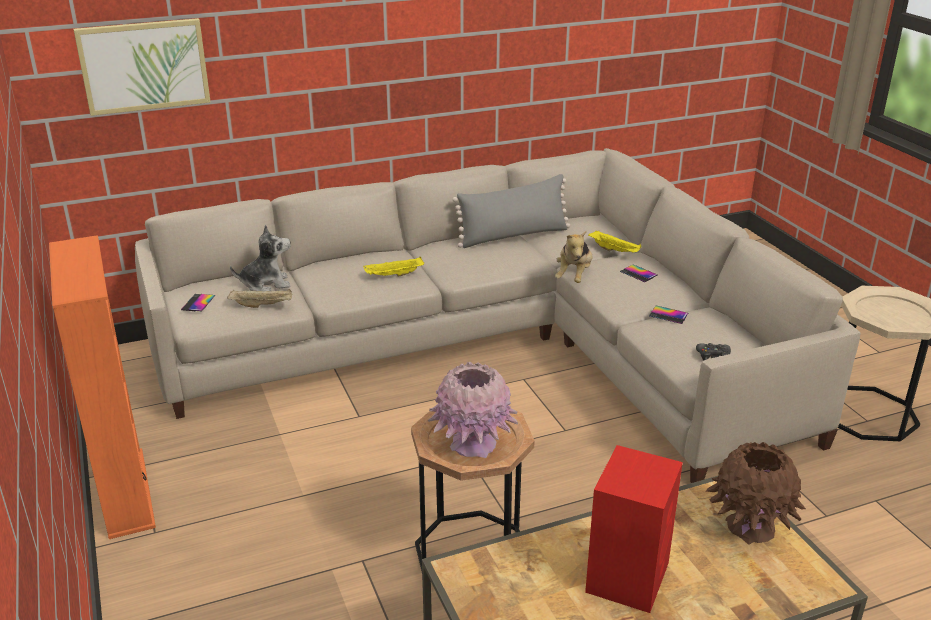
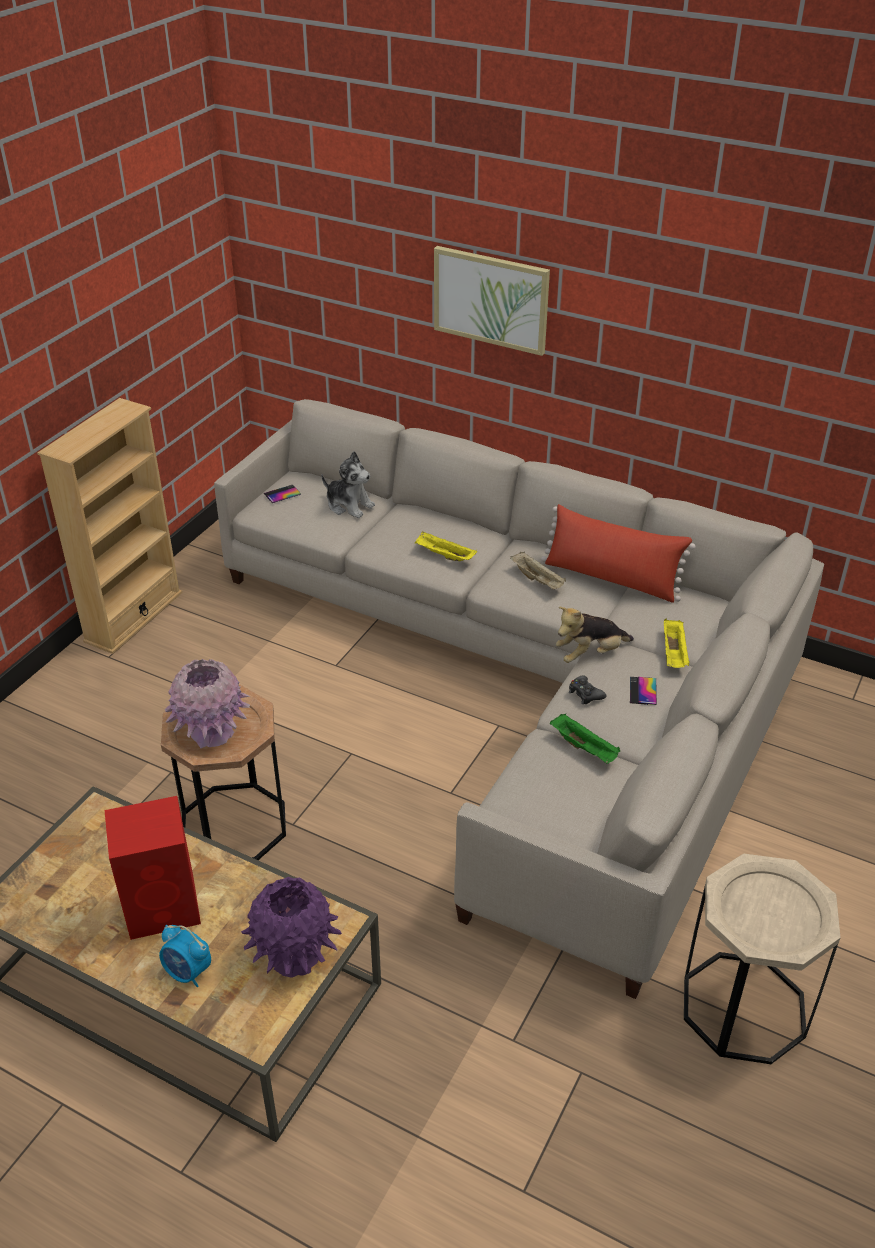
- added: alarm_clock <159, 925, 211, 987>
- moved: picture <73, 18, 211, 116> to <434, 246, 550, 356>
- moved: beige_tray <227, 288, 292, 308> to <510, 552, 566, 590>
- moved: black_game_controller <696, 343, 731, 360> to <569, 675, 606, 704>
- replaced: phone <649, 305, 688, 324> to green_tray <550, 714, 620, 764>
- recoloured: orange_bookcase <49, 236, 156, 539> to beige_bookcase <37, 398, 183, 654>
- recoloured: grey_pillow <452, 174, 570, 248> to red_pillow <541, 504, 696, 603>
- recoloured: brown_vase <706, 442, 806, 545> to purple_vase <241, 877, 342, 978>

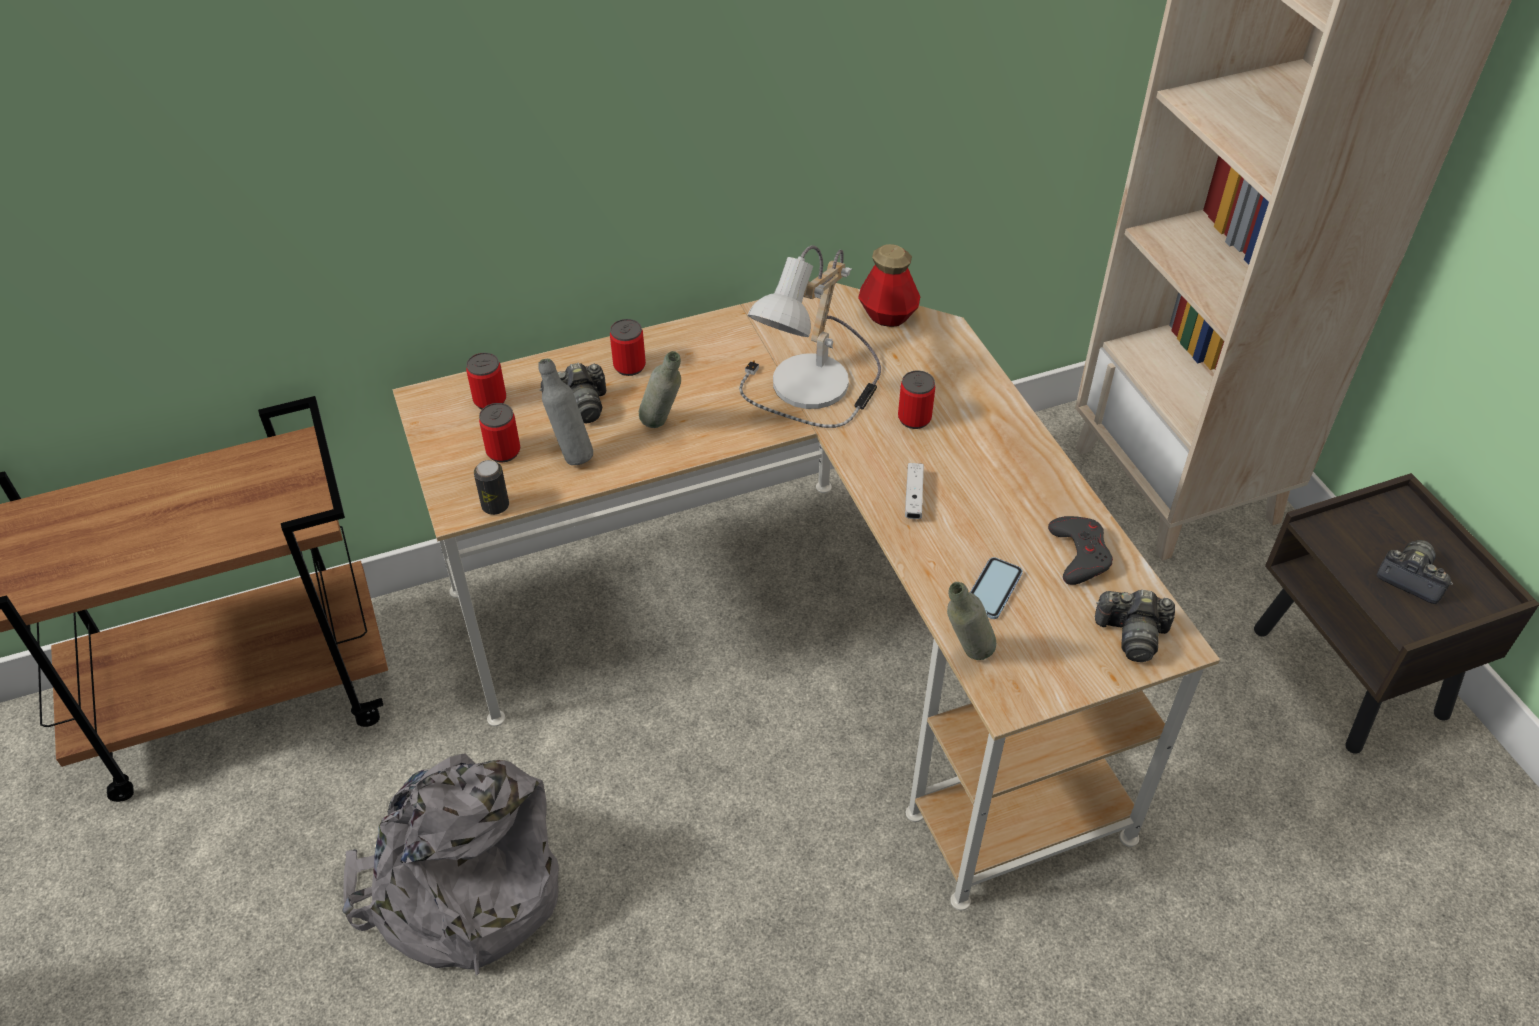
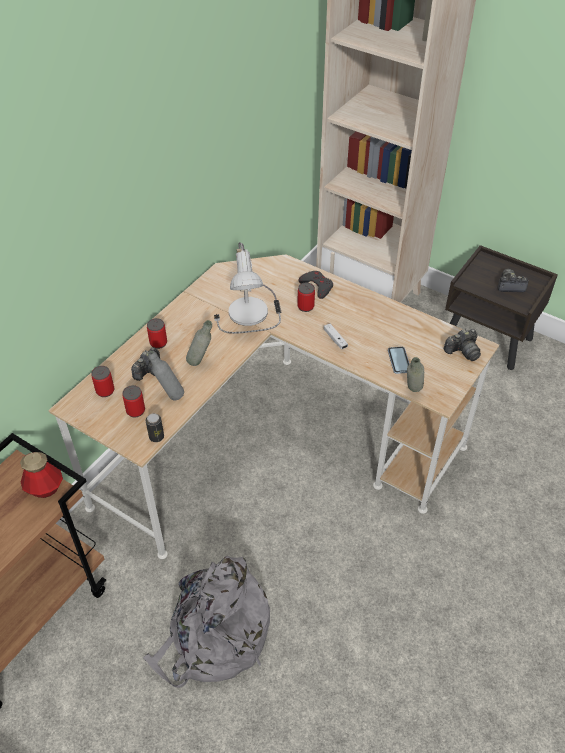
- moved: bottle <858, 244, 920, 327> to <20, 452, 63, 498>
- moved: grey_game_controller <1048, 516, 1113, 585> to <298, 271, 333, 299>

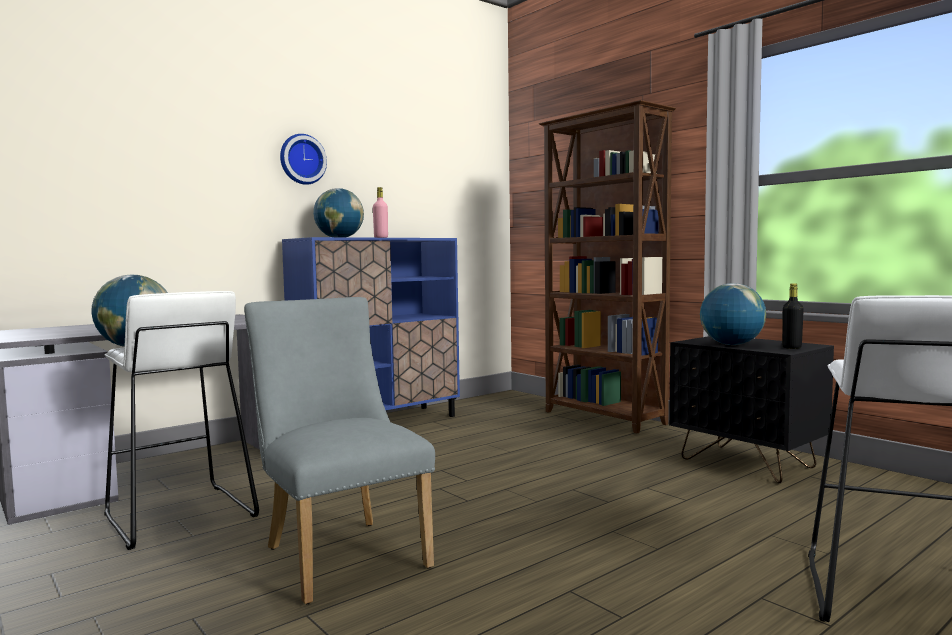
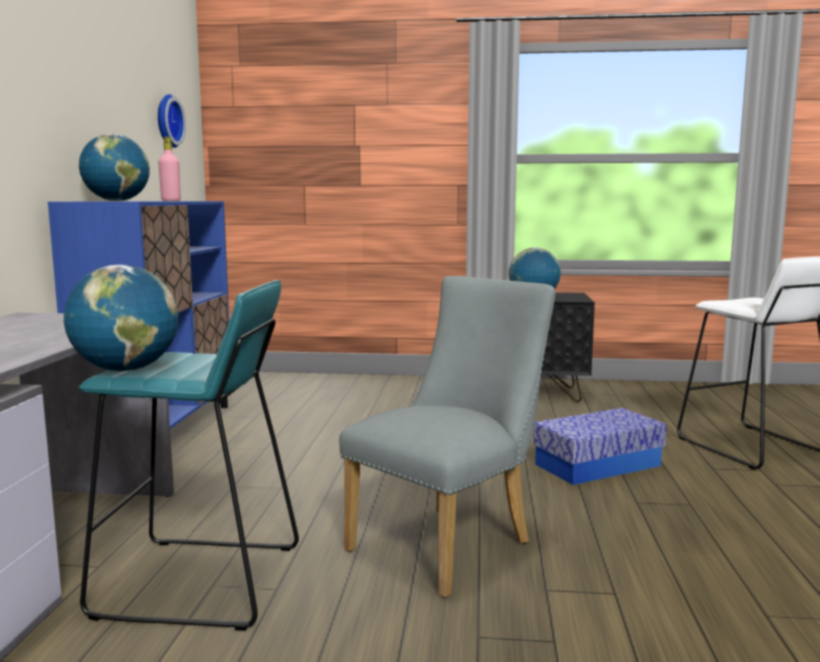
- removed: brown_bookcase <539, 100, 676, 434>
- removed: black_bottle <782, 283, 804, 349>
- added: storage_box <533, 408, 667, 485>
- moved: wall_clock <280, 134, 327, 185> to <158, 94, 186, 148>
- recoloured: white_stool <104, 291, 259, 550> to turquoise_stool <78, 280, 299, 631>
- turned: grey_chair <244, 297, 435, 604> = <339, 276, 555, 598> 120 degrees clockwise

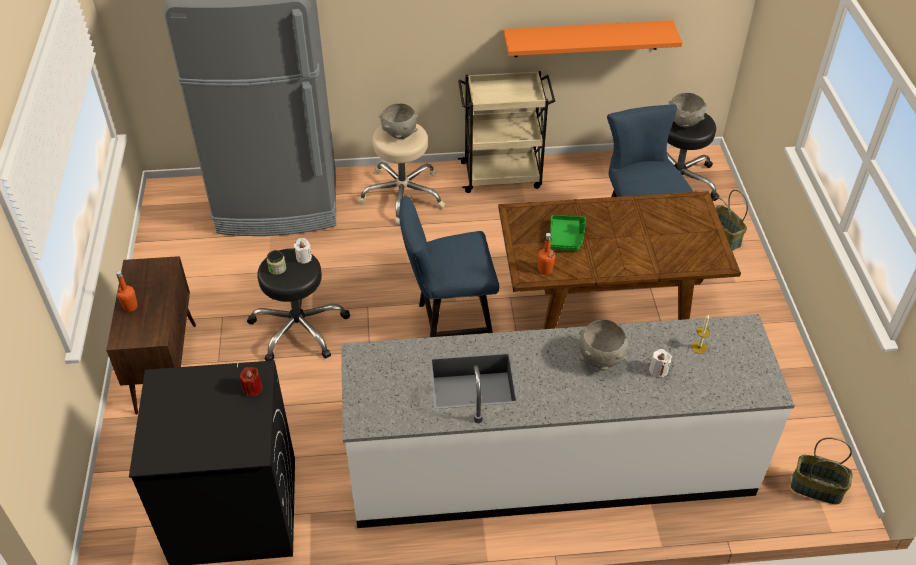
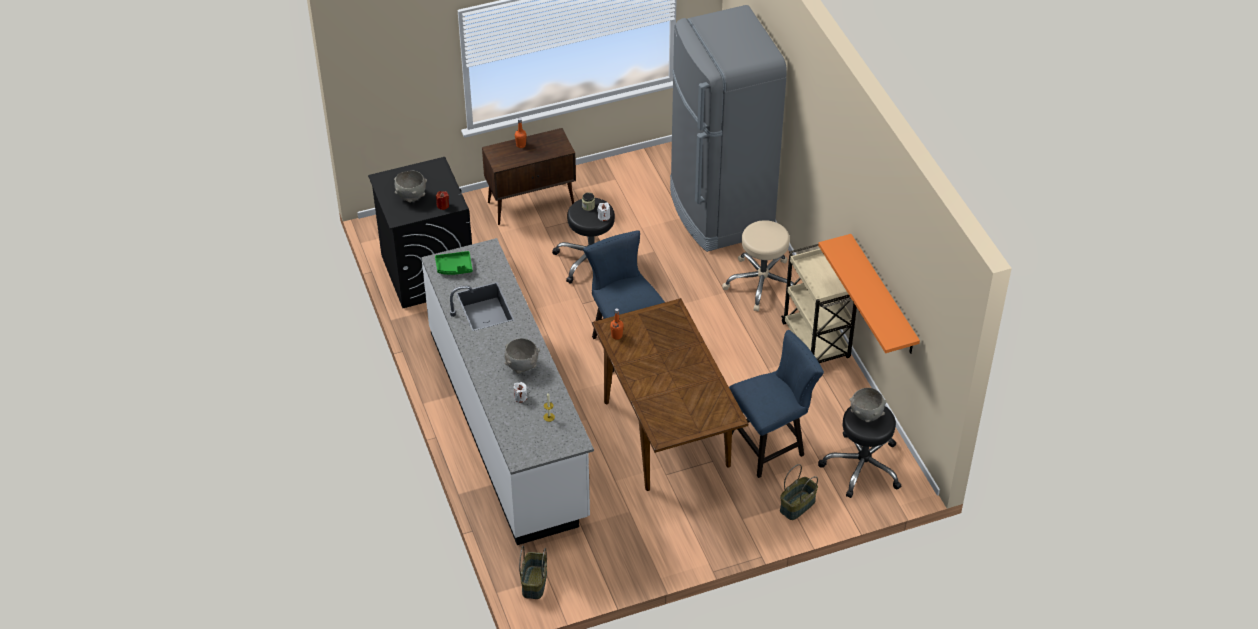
- moved: grey_bowl <379, 103, 418, 139> to <394, 170, 427, 203>
- moved: green_tray <550, 215, 586, 251> to <435, 251, 473, 275>

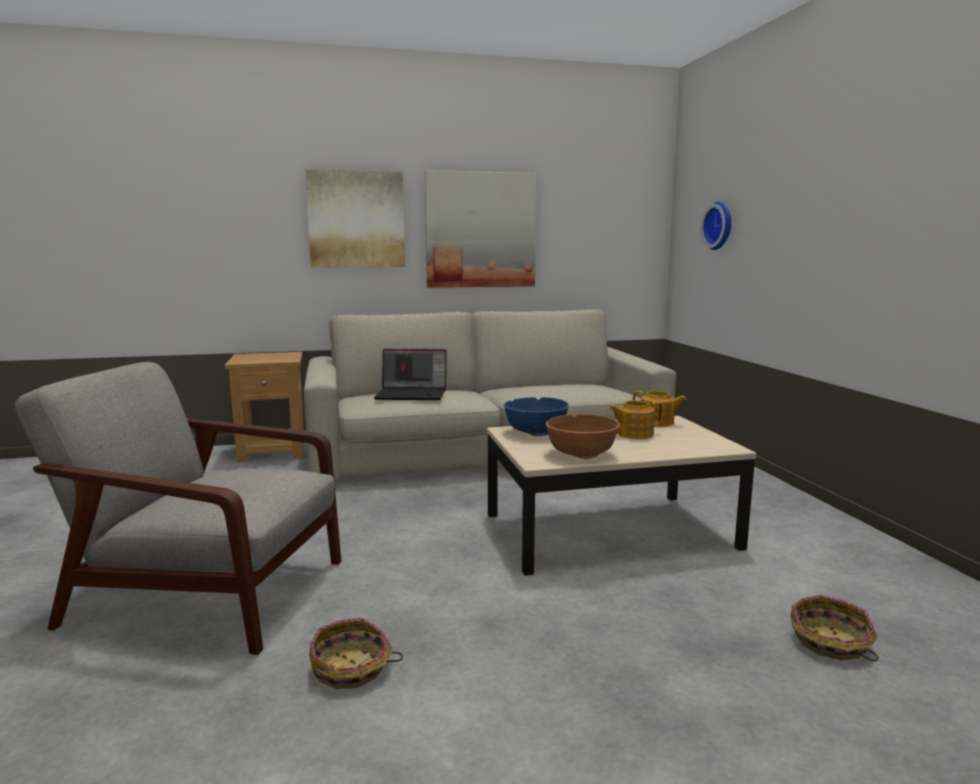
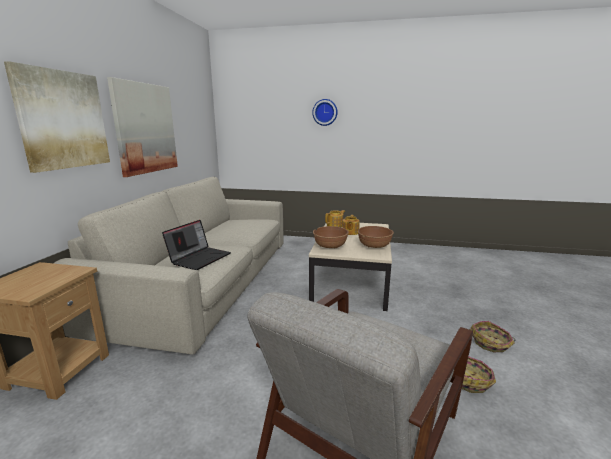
- moved: wall_clock <701, 201, 731, 250> to <312, 99, 338, 126>
- moved: basket <791, 595, 879, 661> to <470, 321, 516, 352>
- recoloured: blue_bowl <504, 397, 569, 436> to brown_bowl <313, 226, 349, 248>

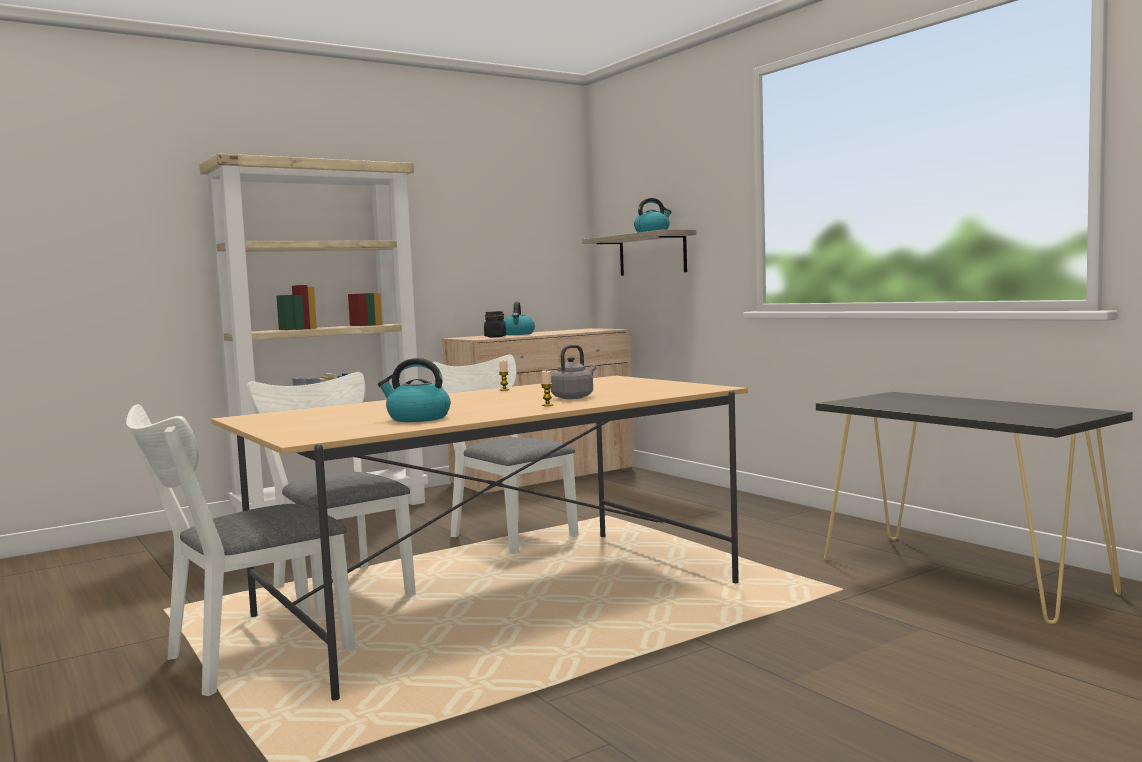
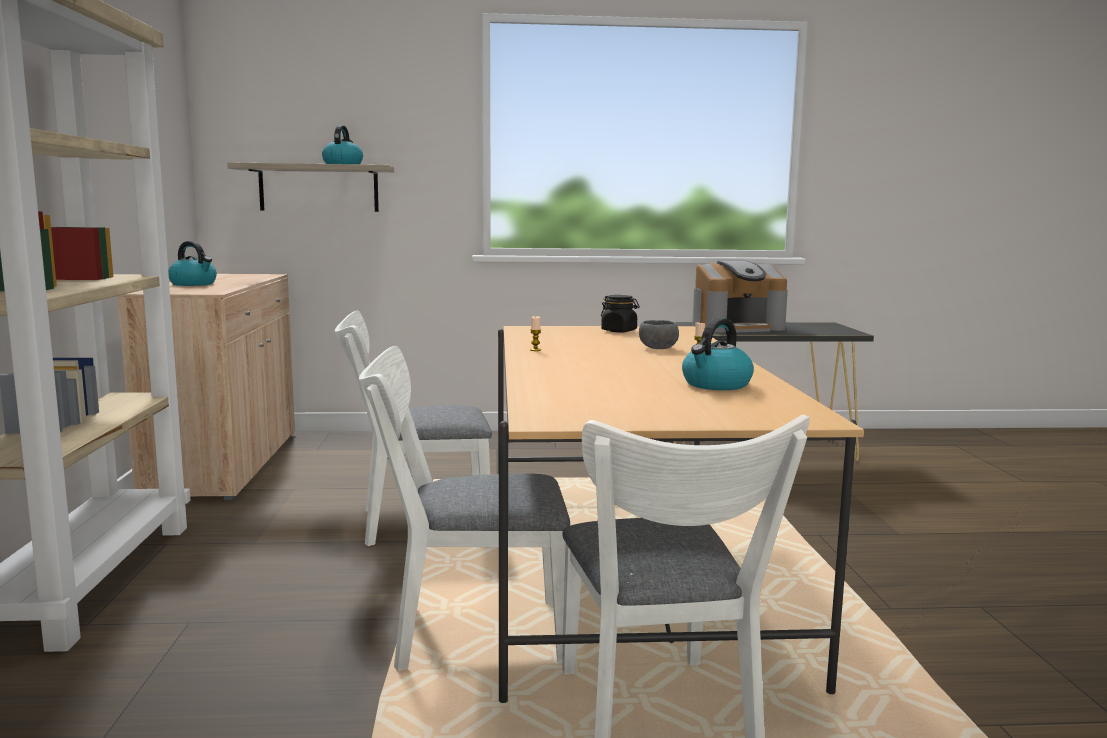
- added: coffee_machine <692, 260, 788, 333>
- moved: black_jar <484, 311, 506, 338> to <601, 295, 640, 332>
- replaced: grey_kettle <551, 345, 596, 399> to grey_bowl <639, 320, 679, 349>

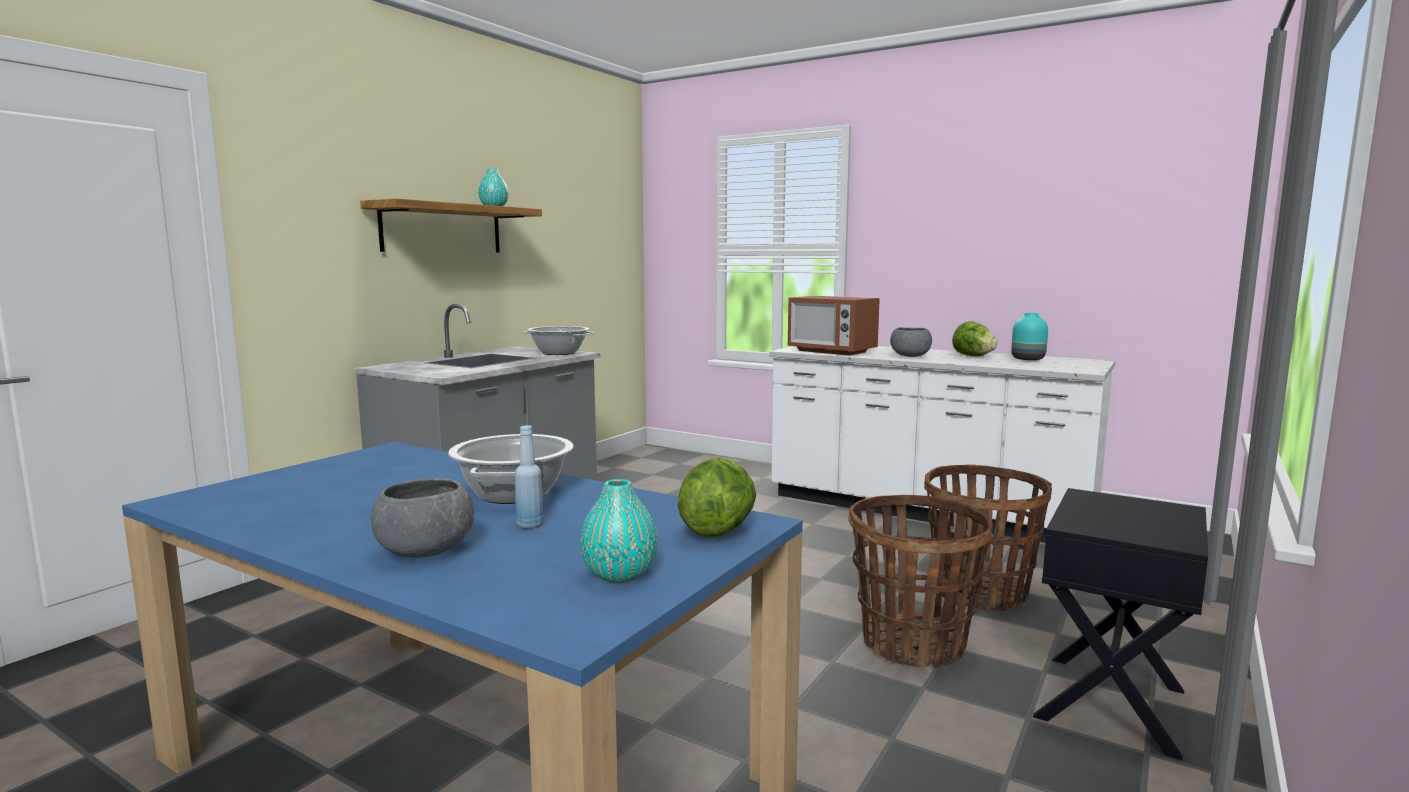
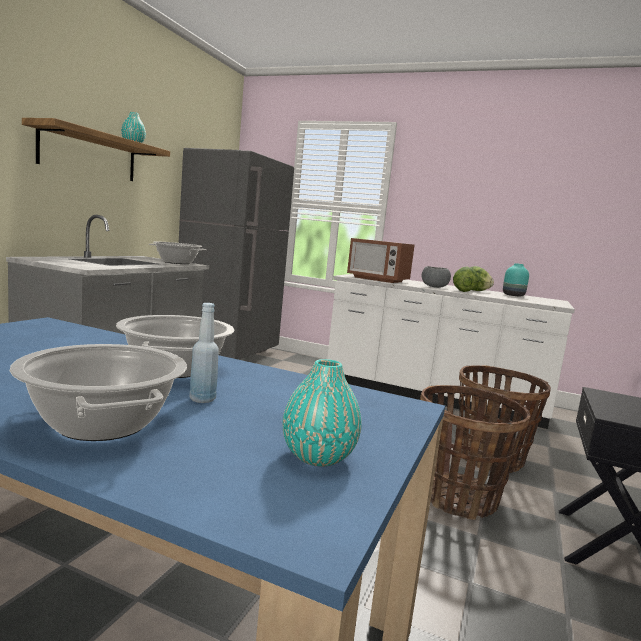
- added: grey_fridge <179, 148, 294, 360>
- moved: lettuce <677, 457, 756, 538> to <453, 266, 478, 292>
- replaced: grey_bowl <371, 478, 474, 558> to cooking_pot <10, 344, 187, 441>

